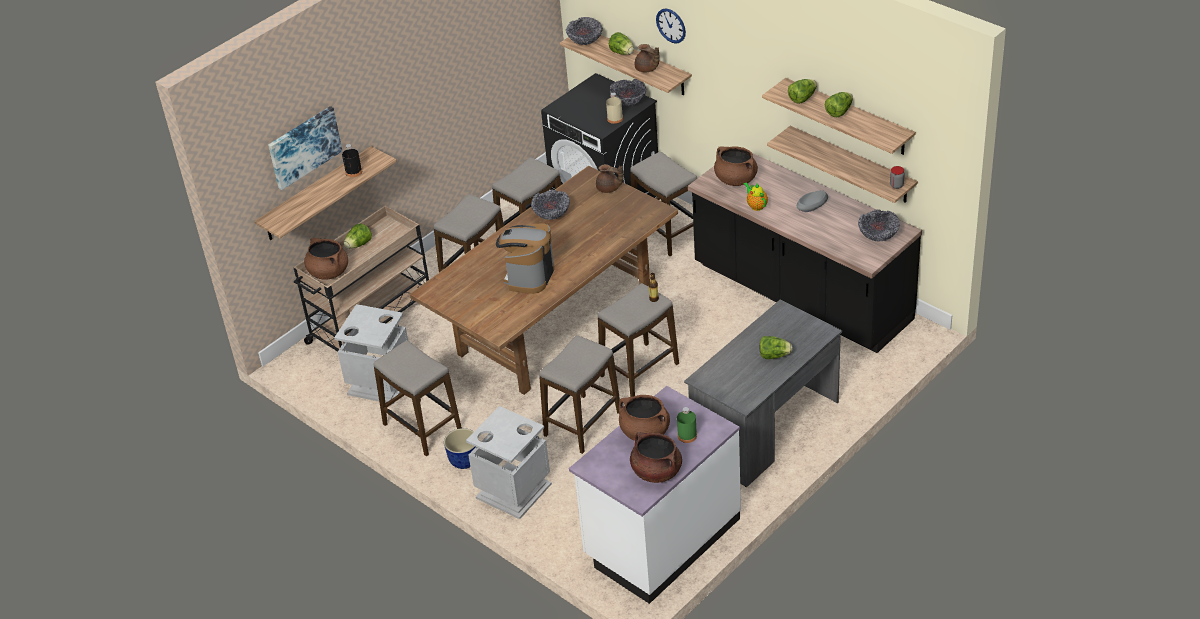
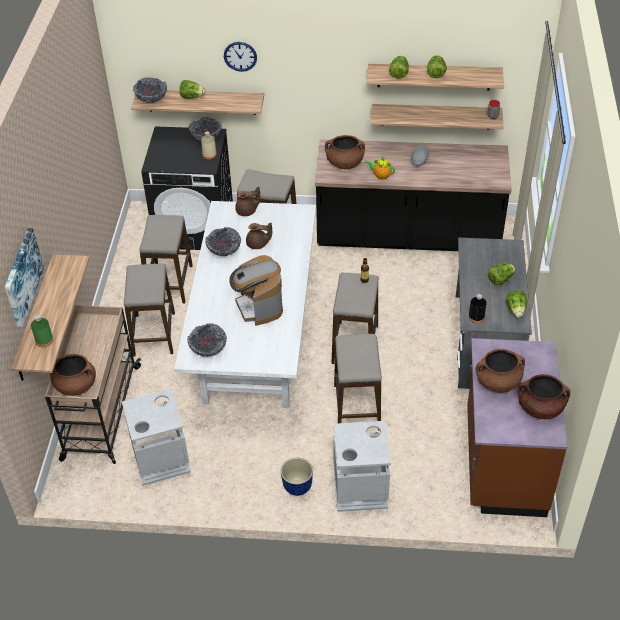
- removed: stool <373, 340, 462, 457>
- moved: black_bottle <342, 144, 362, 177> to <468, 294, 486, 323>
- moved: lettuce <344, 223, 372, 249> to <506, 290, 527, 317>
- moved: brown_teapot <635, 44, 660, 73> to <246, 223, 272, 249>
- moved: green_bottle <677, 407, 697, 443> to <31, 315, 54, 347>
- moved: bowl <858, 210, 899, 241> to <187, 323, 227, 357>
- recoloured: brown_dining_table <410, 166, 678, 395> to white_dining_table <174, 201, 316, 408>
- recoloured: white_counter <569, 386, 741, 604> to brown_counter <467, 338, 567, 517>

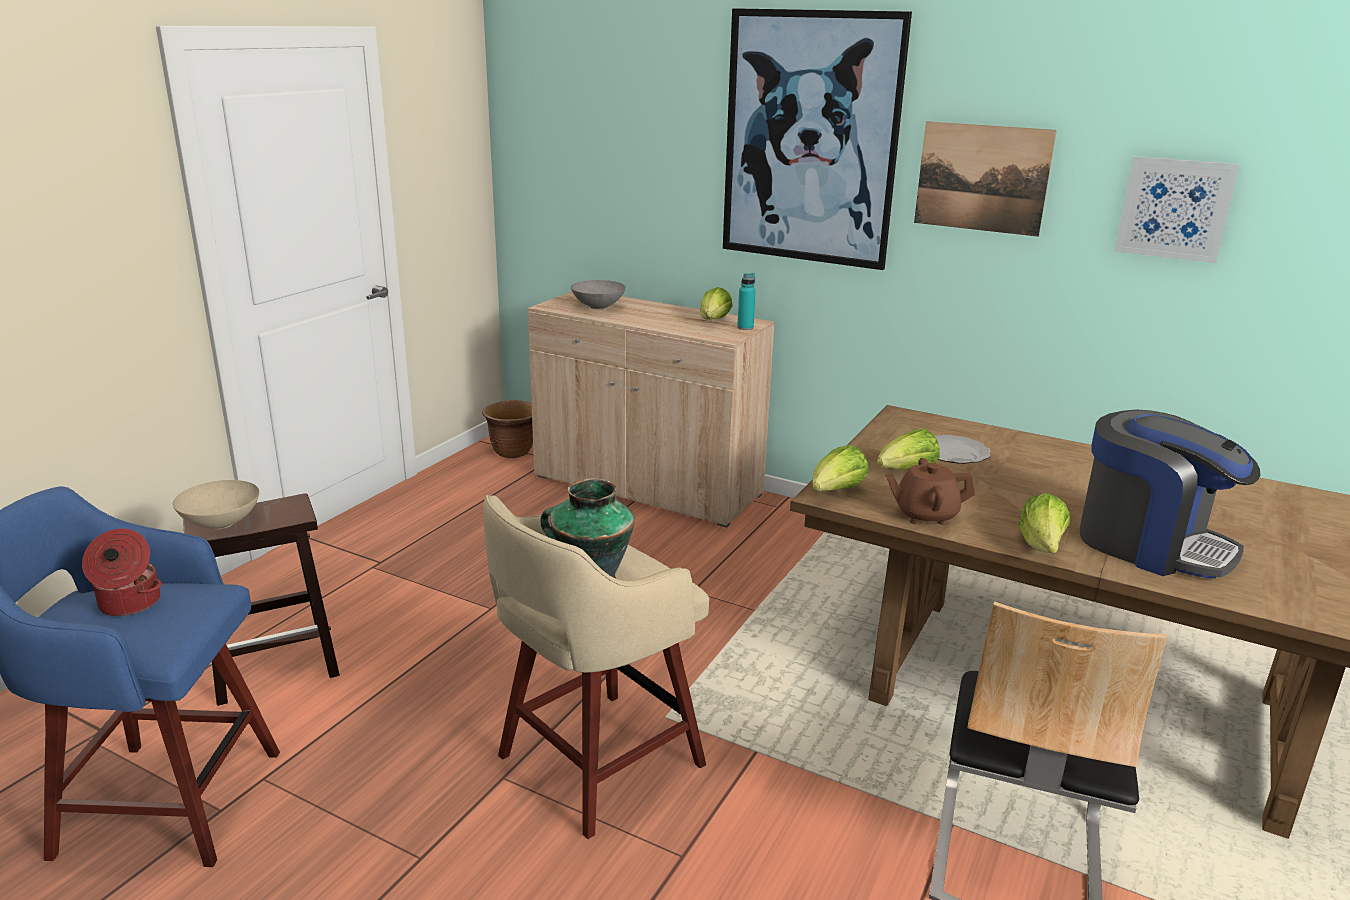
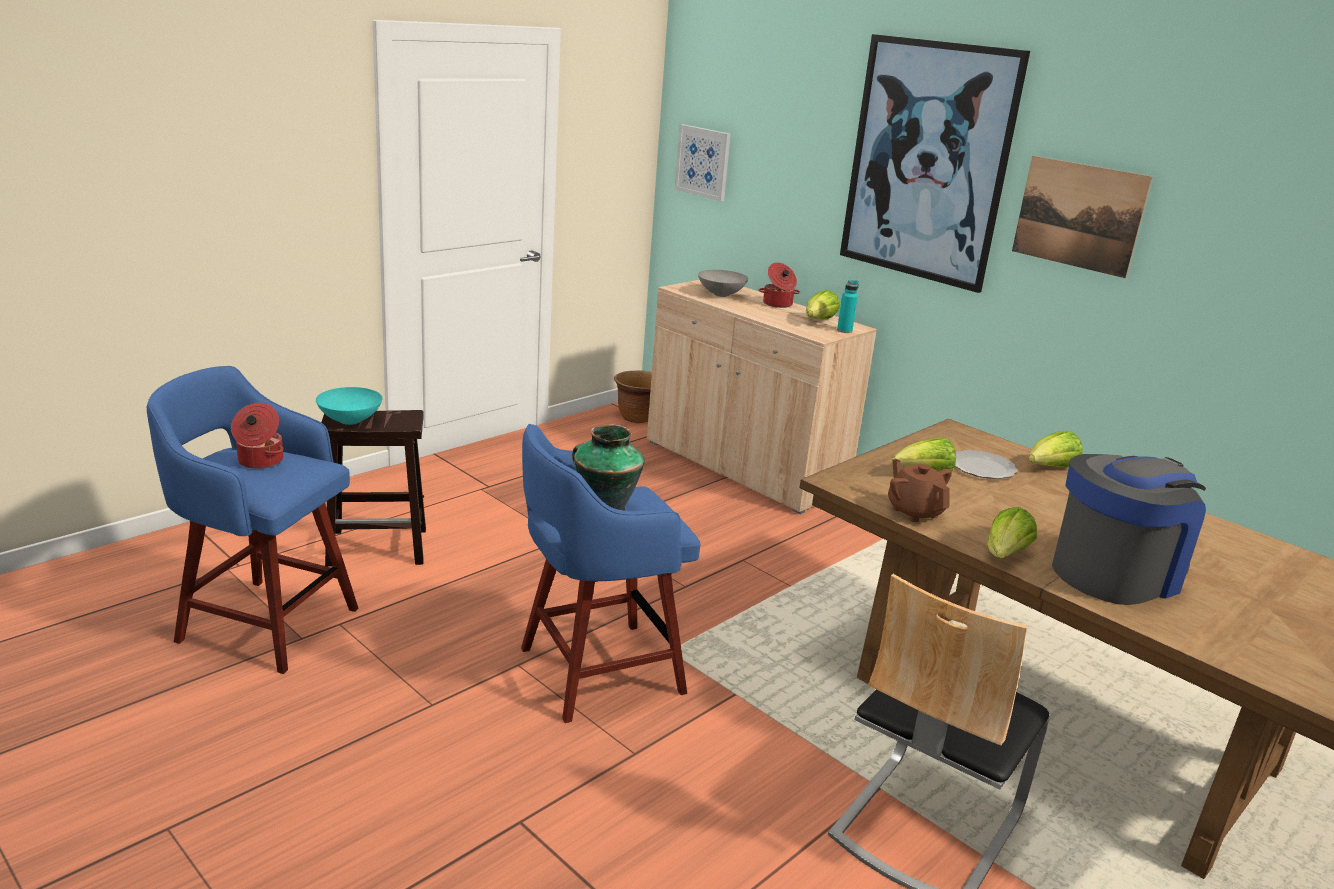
- added: cooking_pot <759, 262, 800, 308>
- moved: lettuce <812, 445, 869, 491> to <1029, 431, 1083, 468>
- moved: picture <1114, 156, 1240, 263> to <675, 124, 731, 201>
- recoloured: beige_bowl <173, 480, 259, 529> to turquoise_bowl <316, 387, 382, 425>
- recoloured: beige_stool <483, 495, 709, 839> to blue_stool <521, 424, 700, 723>
- turned: brown_teapot <886, 458, 975, 525> = <888, 459, 952, 522> 45 degrees clockwise
- turned: coffee_machine <1080, 410, 1261, 579> = <1052, 454, 1206, 605> 90 degrees counterclockwise

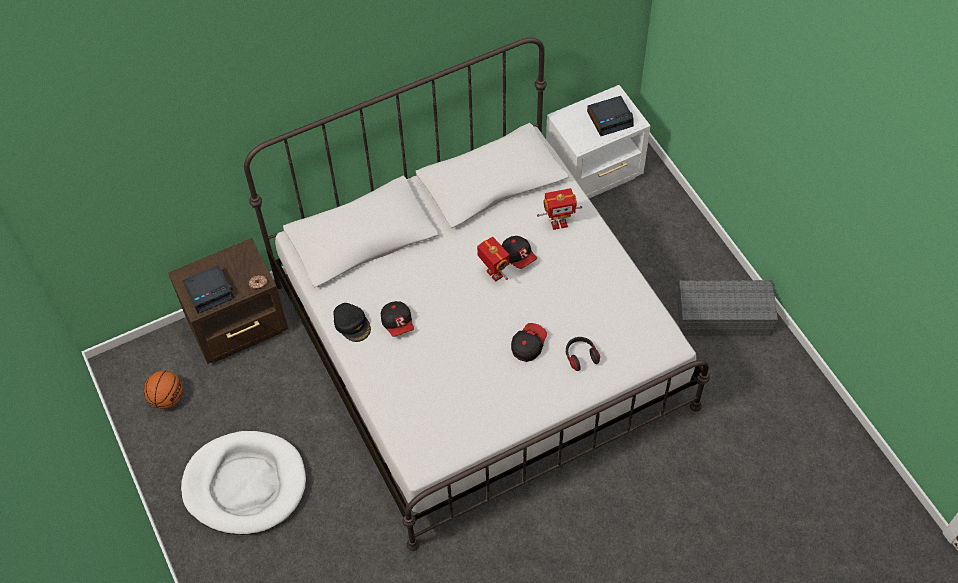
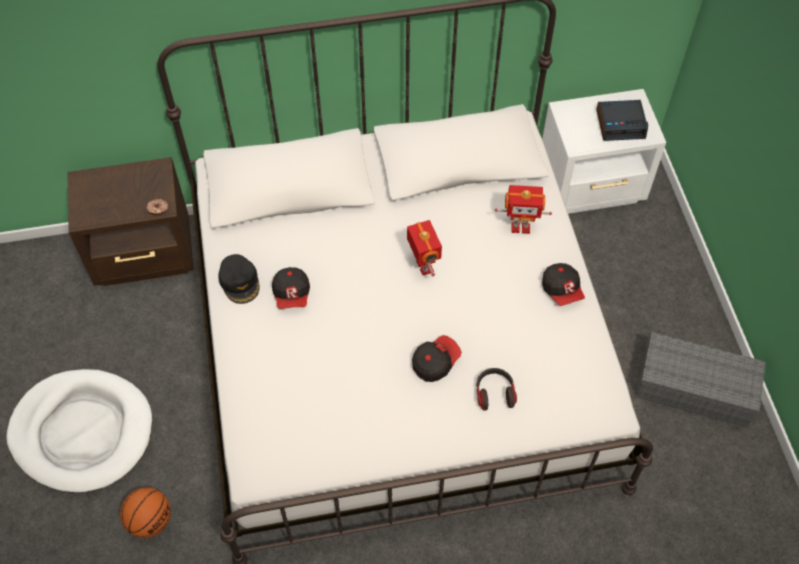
- removed: alarm_clock <183, 266, 234, 314>
- moved: basketball <144, 371, 183, 409> to <120, 488, 171, 538>
- moved: cap <501, 236, 537, 269> to <542, 263, 585, 306>

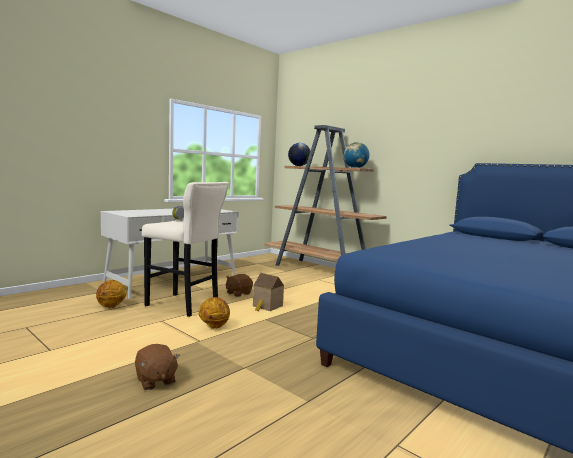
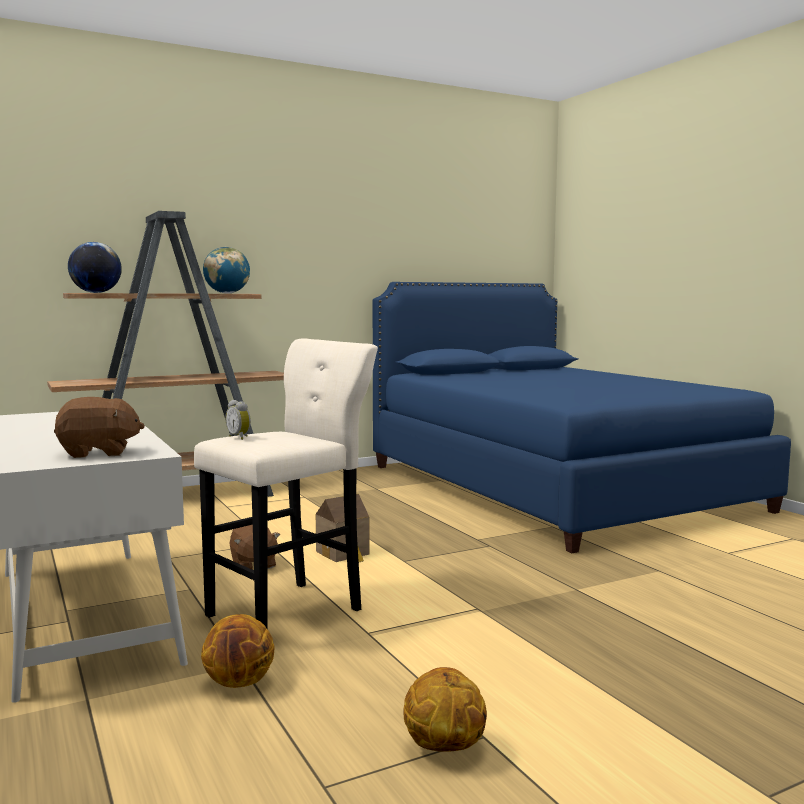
- moved: brown_plush_toy <135, 344, 180, 390> to <54, 397, 145, 458>
- moved: basketball <199, 297, 230, 329> to <403, 667, 487, 752>

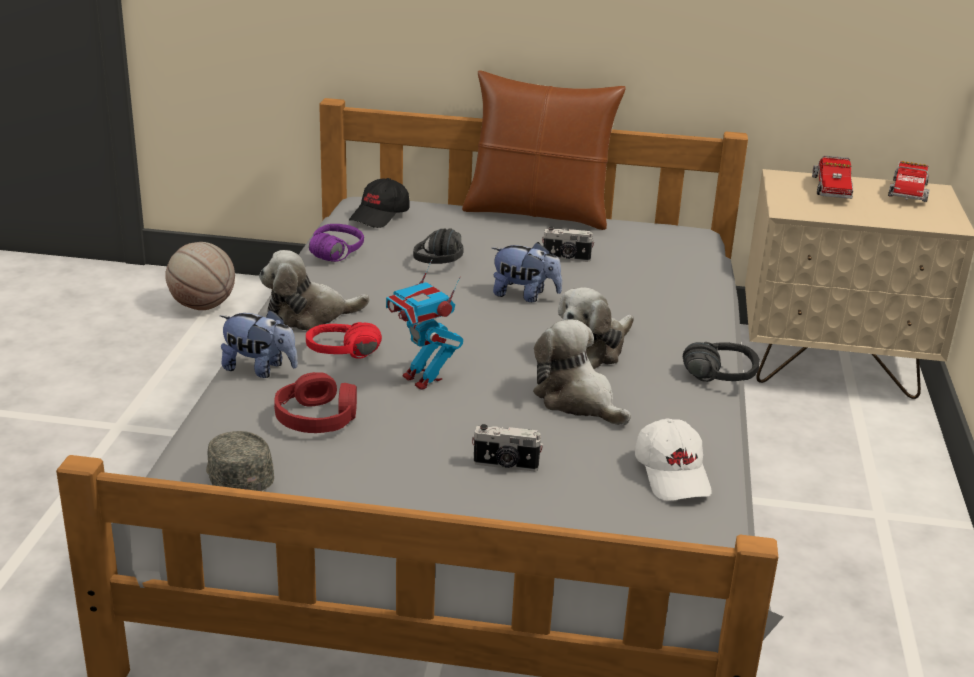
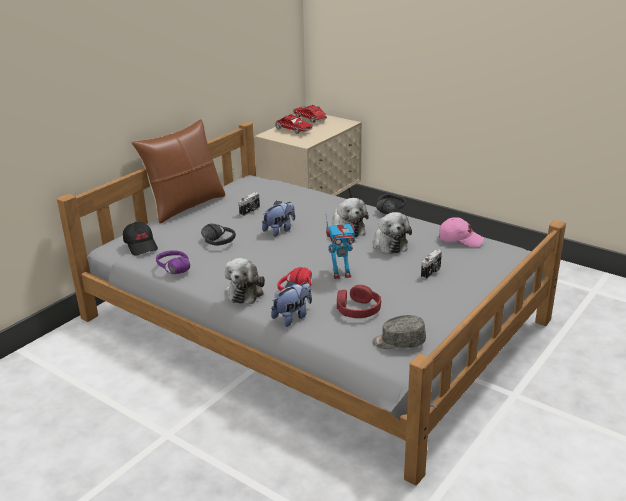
- removed: basketball <165, 242, 235, 310>
- recoloured: white_cap <635, 419, 712, 501> to pink_cap <439, 217, 484, 248>
- turned: plush_toy <533, 319, 631, 425> = <373, 212, 412, 254> 90 degrees counterclockwise

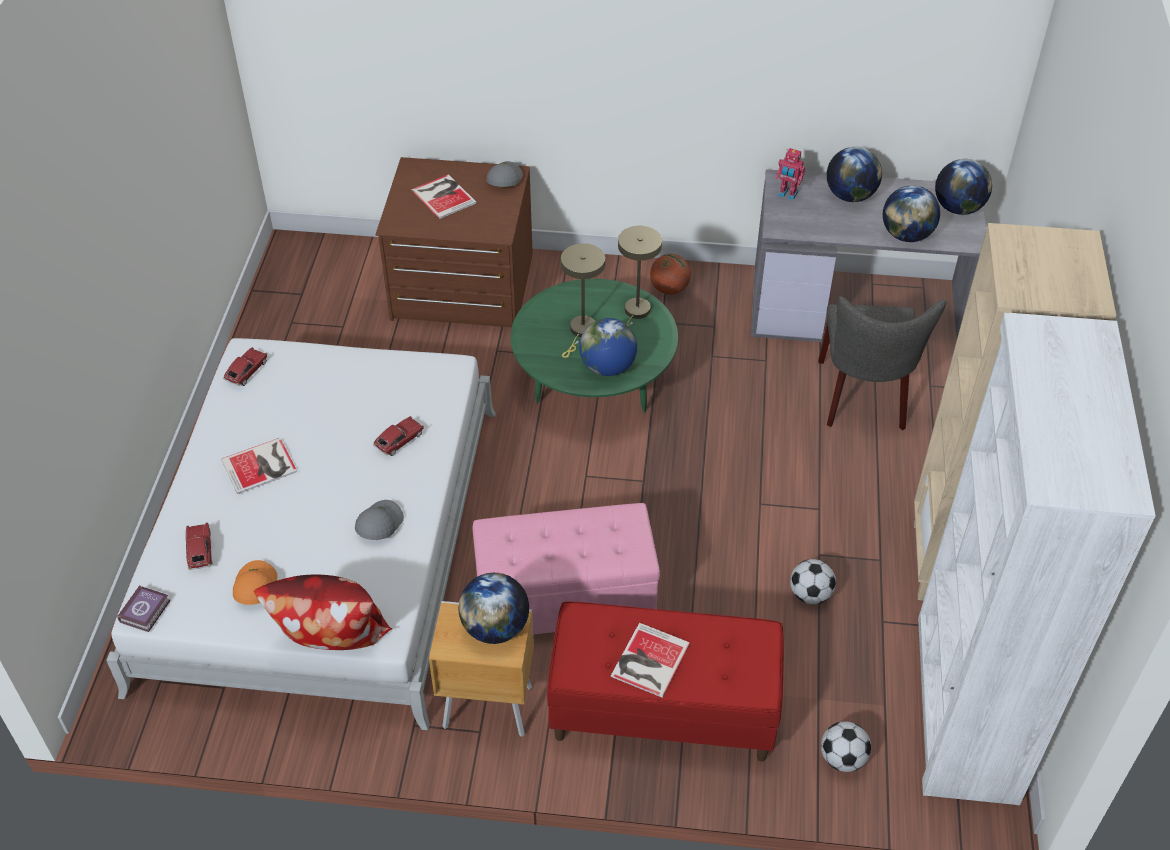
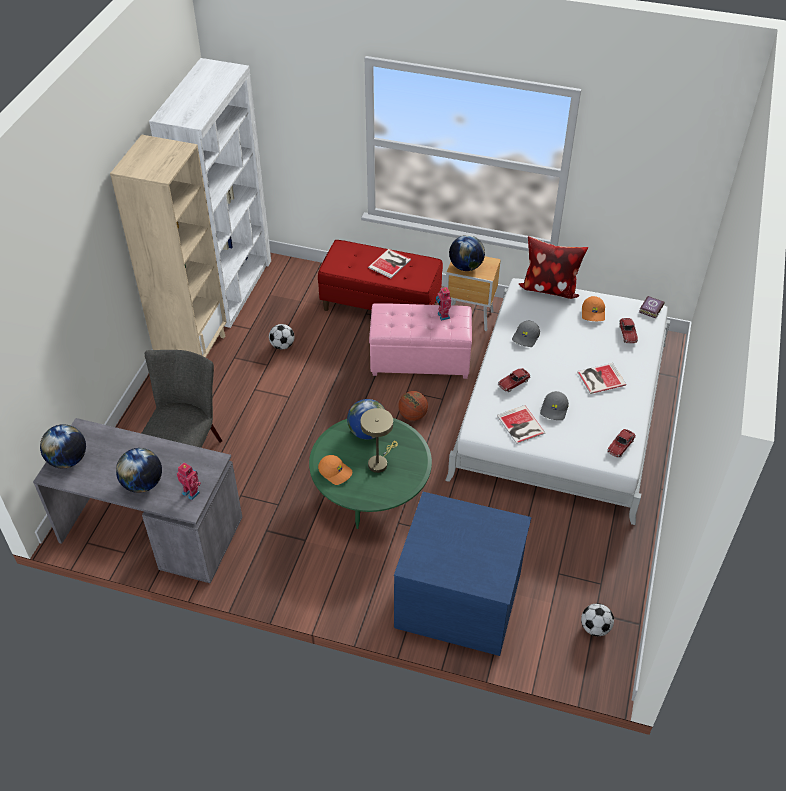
- removed: globe <883, 185, 940, 242>
- added: toy_robot <436, 286, 451, 321>
- moved: book <412, 174, 476, 219> to <497, 405, 545, 444>
- moved: grey_cap <486, 161, 523, 187> to <540, 391, 569, 420>
- moved: basketball <650, 254, 691, 295> to <398, 391, 428, 421>
- moved: football <821, 721, 871, 772> to <581, 603, 614, 636>
- replaced: beige_table_lamp <618, 226, 662, 326> to orange_cap <318, 455, 352, 485>
- recoloured: brown_dresser <376, 157, 533, 327> to blue_dresser <394, 492, 531, 656>

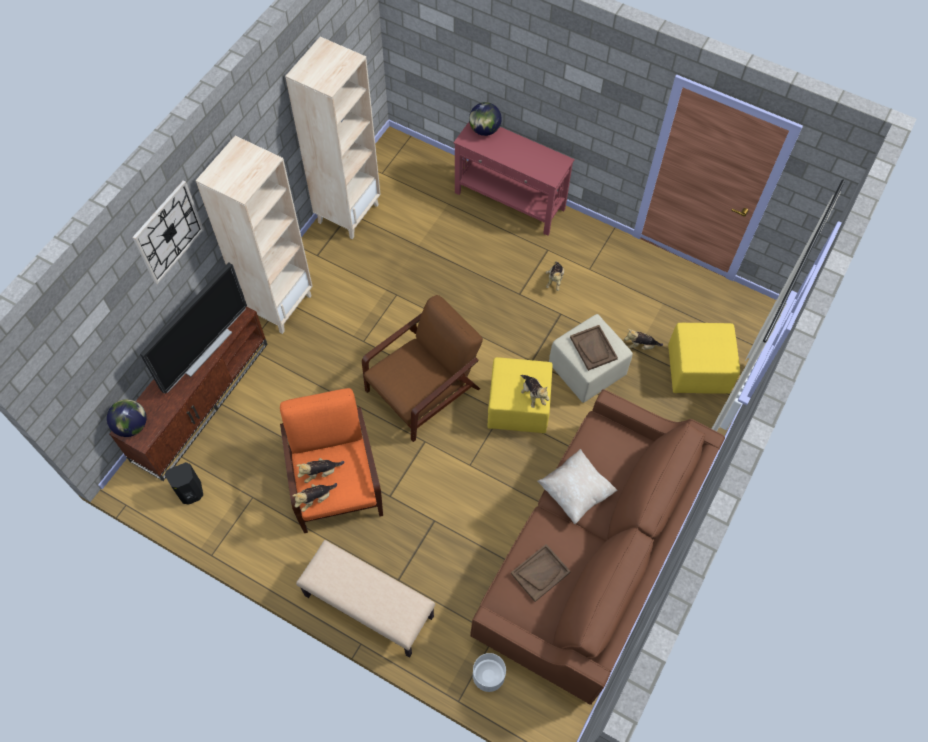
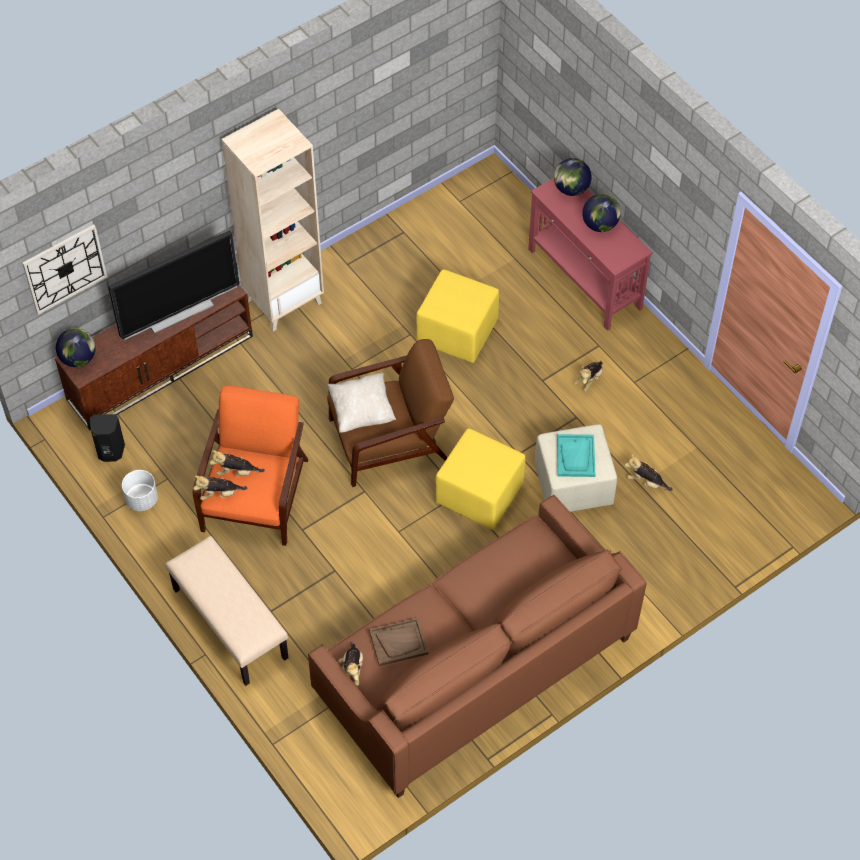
- removed: beige_bookcase <285, 37, 381, 239>
- added: globe <582, 194, 621, 232>
- moved: wall_clock <132, 180, 204, 284> to <22, 224, 107, 315>
- moved: white_planter <473, 653, 506, 692> to <122, 470, 158, 511>
- moved: plush_toy <520, 375, 550, 408> to <338, 642, 363, 686>
- moved: beige_pillow <538, 449, 618, 524> to <327, 373, 396, 433>
- moved: yellow_ottoman <668, 323, 740, 394> to <416, 269, 499, 363>
- recoloured: brown_tray <570, 325, 618, 371> to turquoise_tray <557, 434, 595, 477>

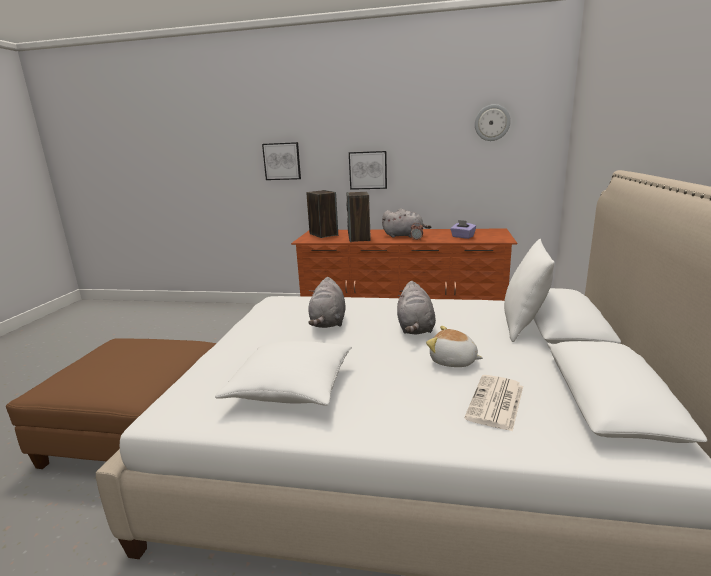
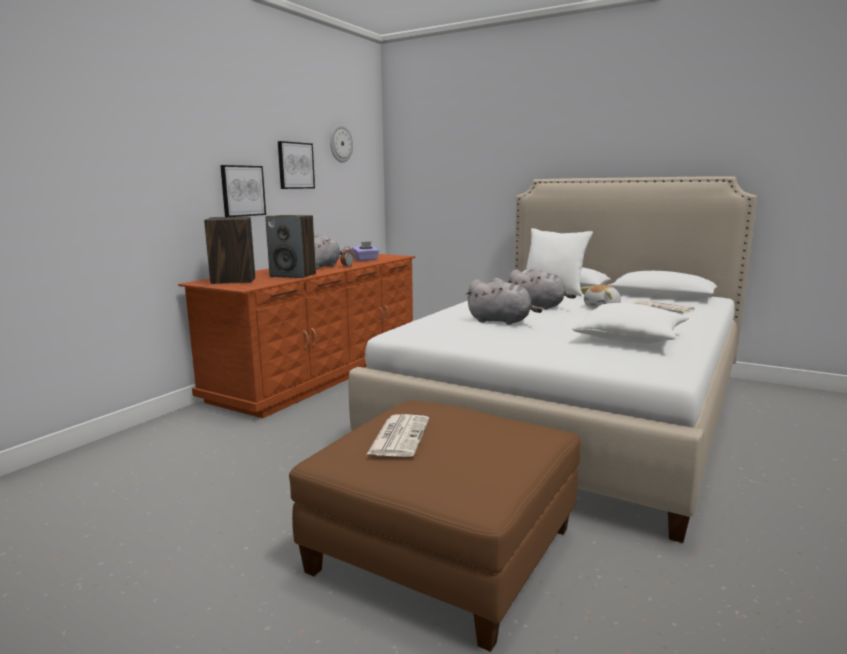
- added: newspaper <366, 414, 429, 457>
- moved: picture <262, 142, 301, 180> to <278, 141, 315, 189>

